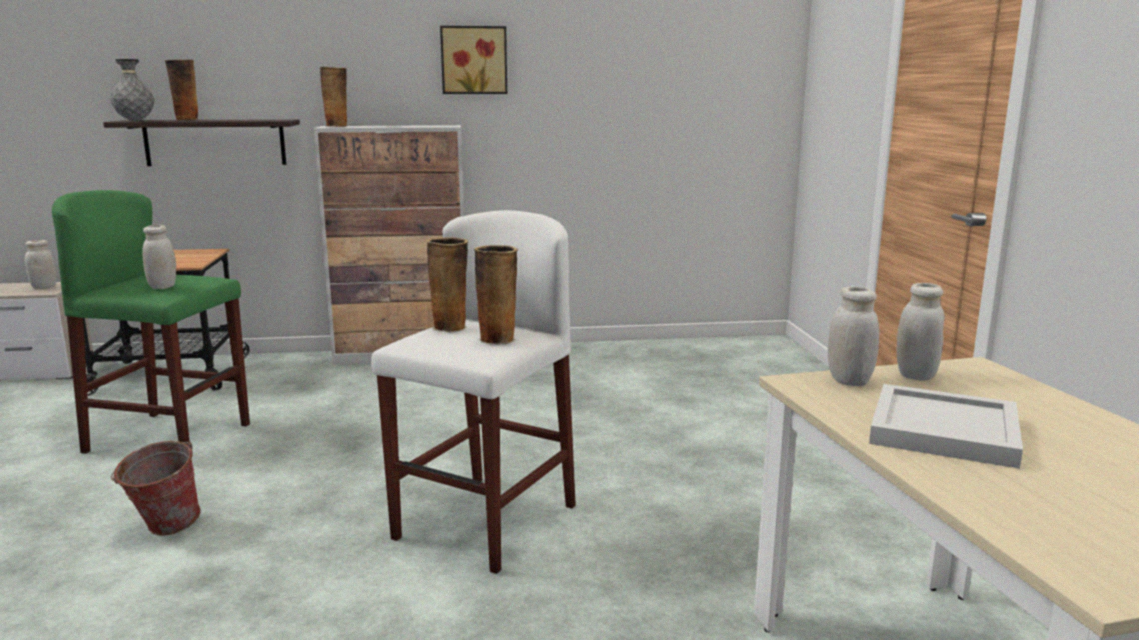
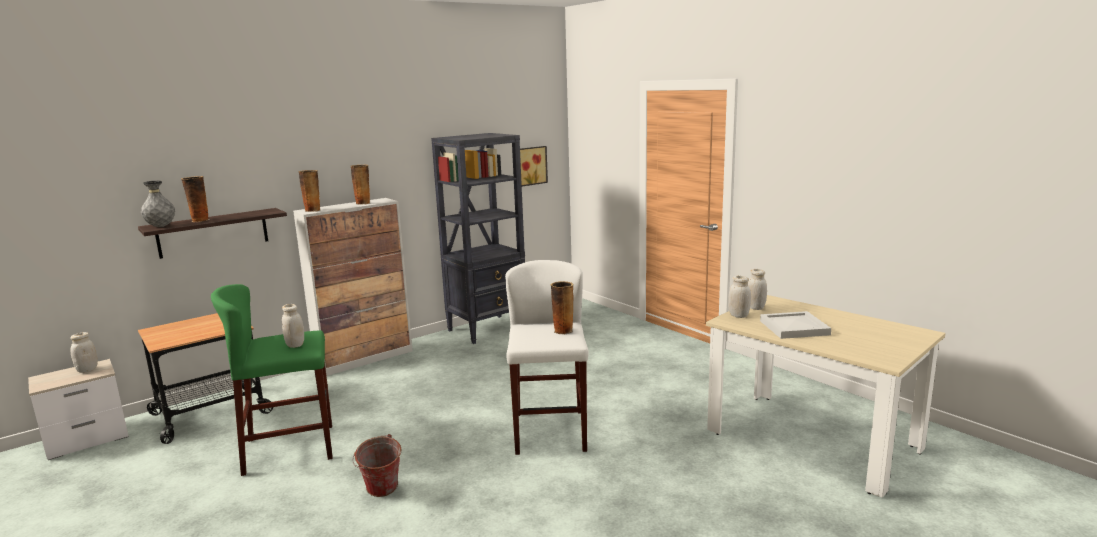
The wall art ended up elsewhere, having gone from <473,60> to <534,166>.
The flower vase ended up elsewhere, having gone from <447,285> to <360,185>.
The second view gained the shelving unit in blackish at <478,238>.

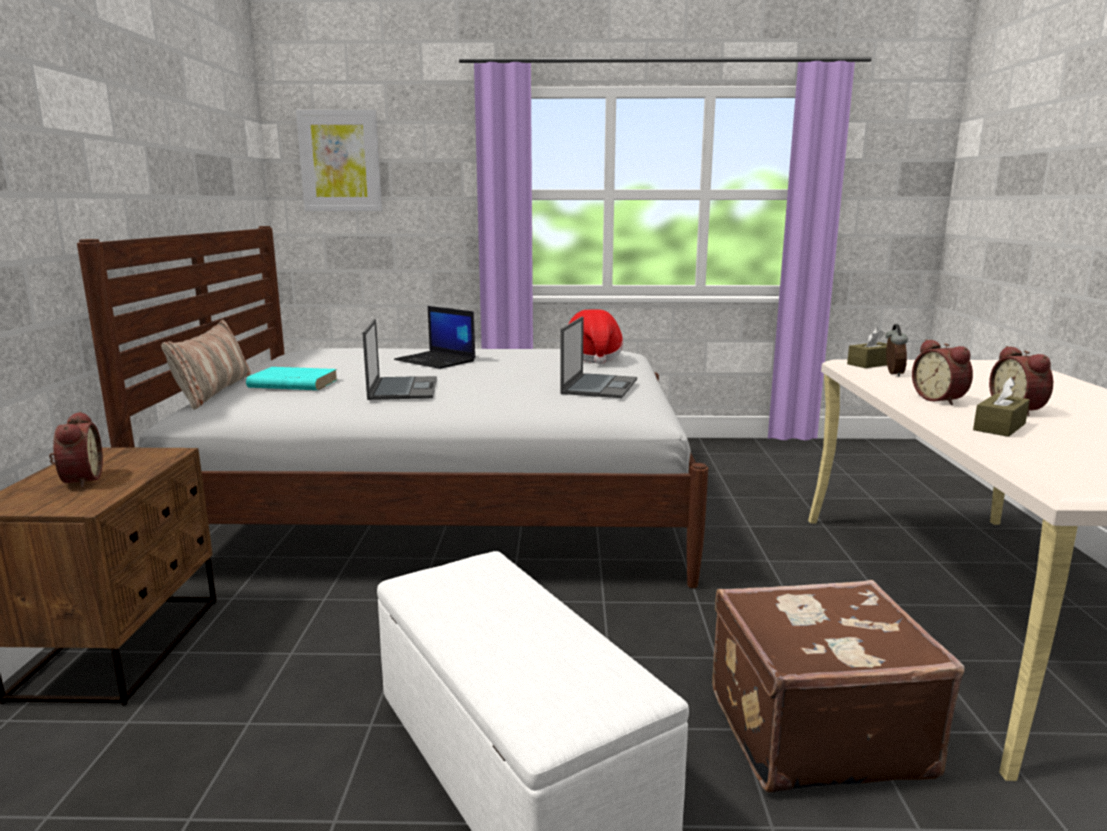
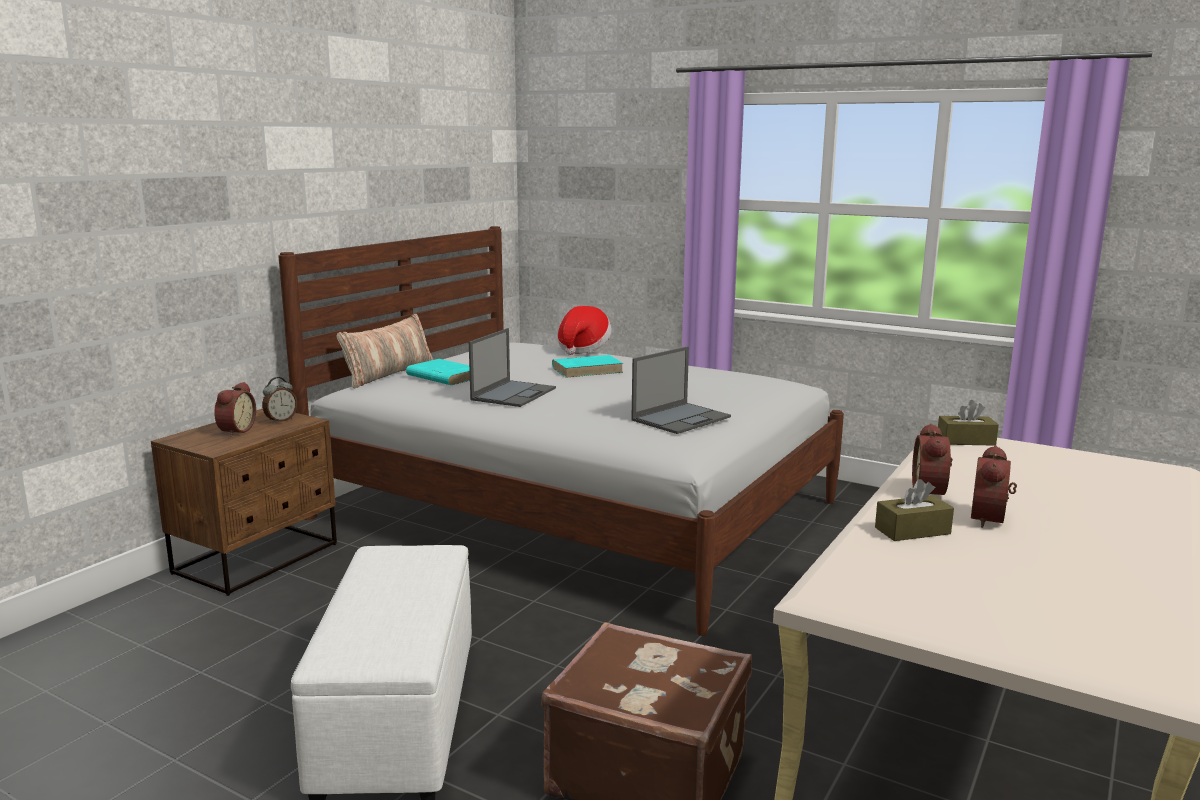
The second view lost the wall art at <339,160>.
Where the portable computer stood at <435,337>, the book in blue-green came to stand at <587,366>.
The hat ended up elsewhere, having gone from <595,336> to <584,330>.
The alarm clock ended up elsewhere, having gone from <897,350> to <279,400>.

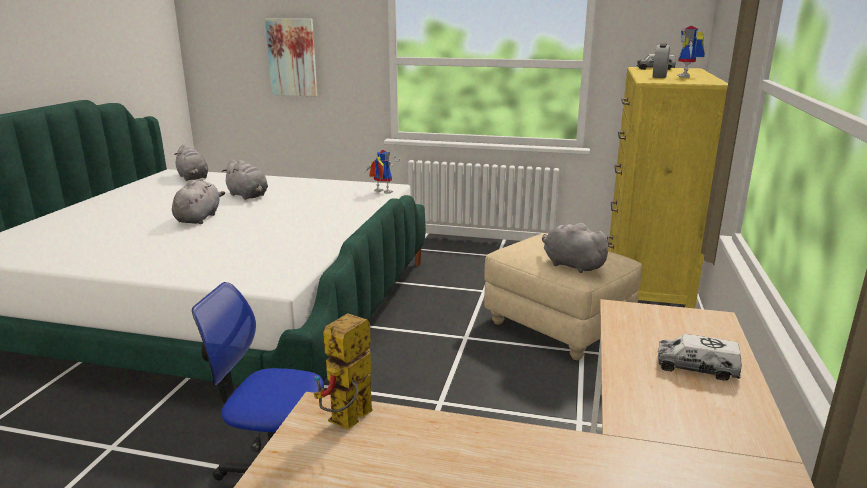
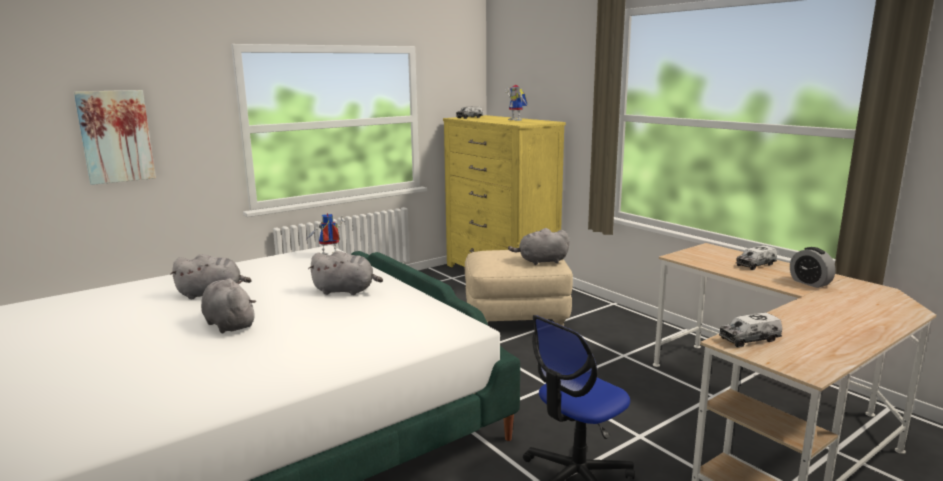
The alarm clock ended up elsewhere, having gone from <661,60> to <813,267>.
The plush toy in gray ended up elsewhere, having gone from <191,162> to <345,273>.
Where the robot figure stood at <343,371>, the toy lorry came to stand at <750,330>.

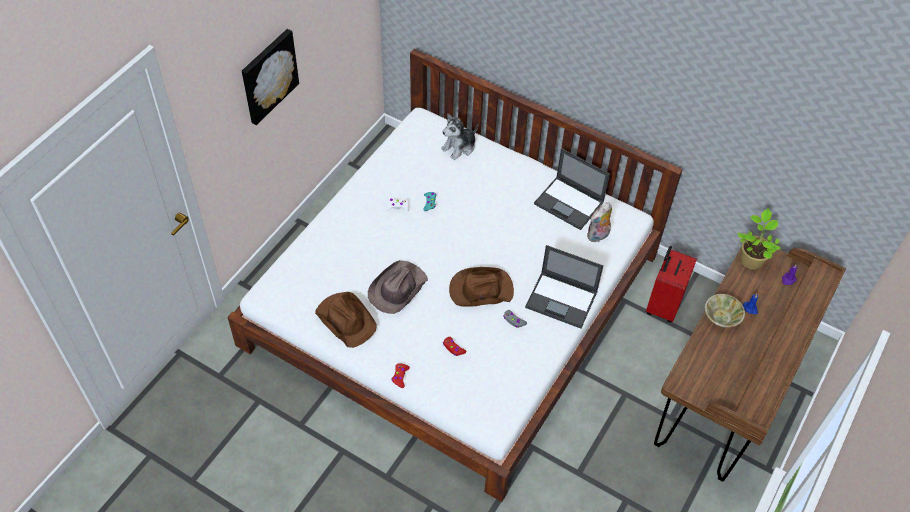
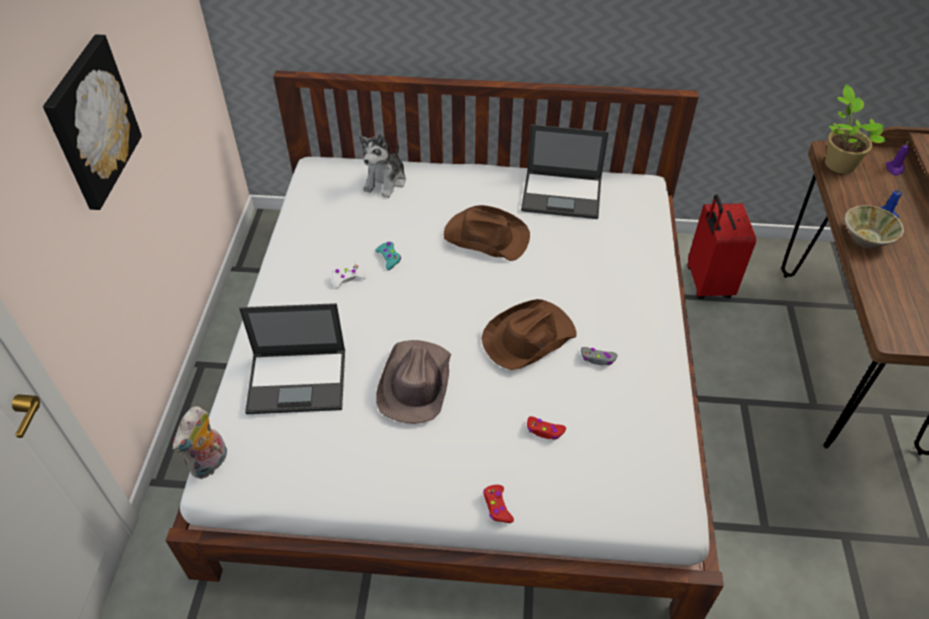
The plush toy ended up elsewhere, having gone from <599,222> to <200,442>.
The portable computer ended up elsewhere, having gone from <564,287> to <292,358>.
The hat in brown ended up elsewhere, having gone from <346,320> to <487,233>.

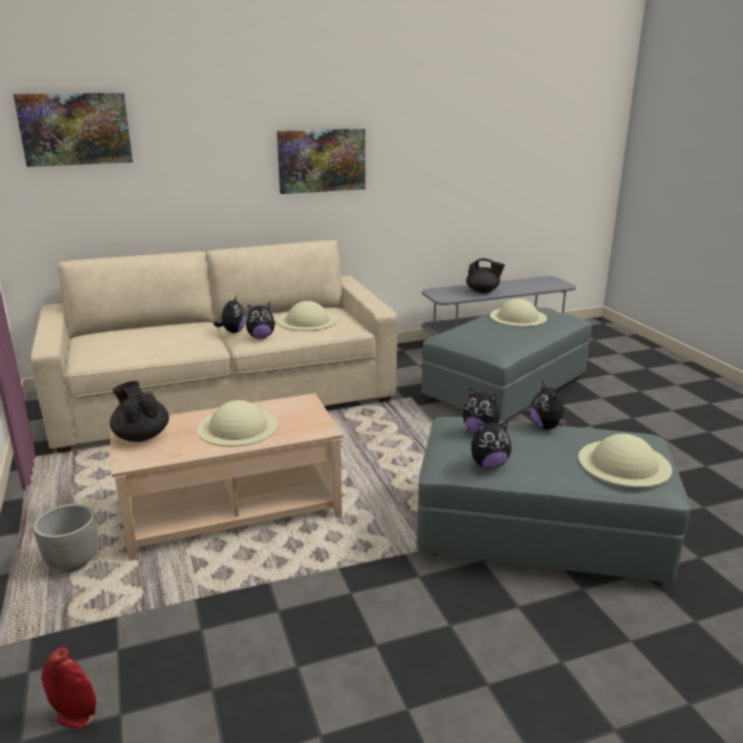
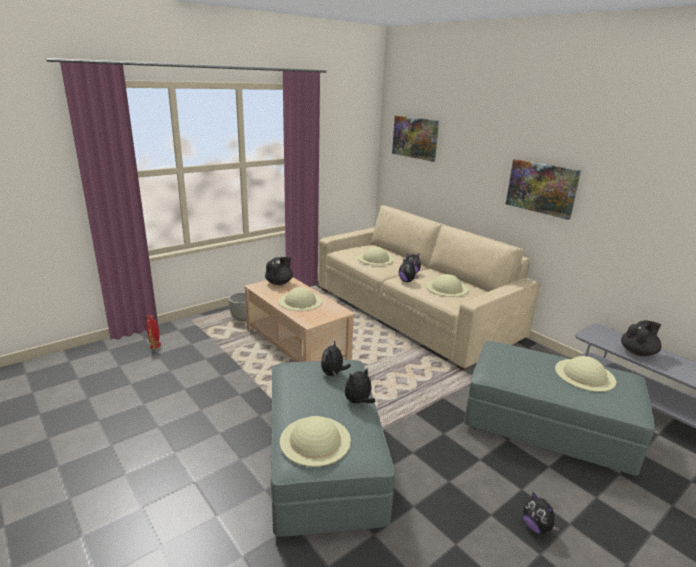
The tea pot in blackish at <485,275> ended up facing another way, 120 degrees counterclockwise from before.
The plush toy ended up elsewhere, having gone from <491,444> to <541,513>.
The second view gained the hat in sand-coloured at <376,256>.

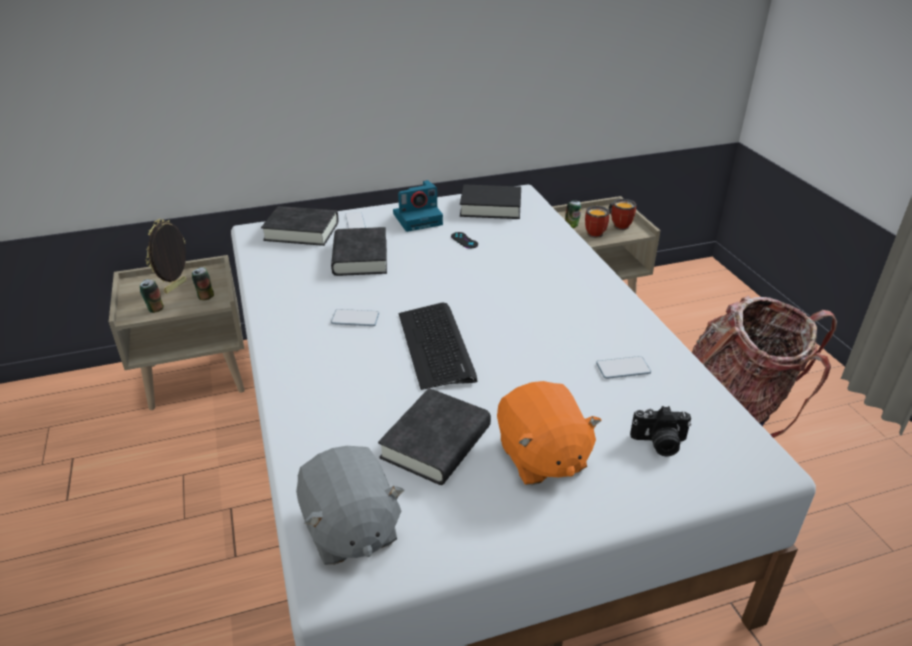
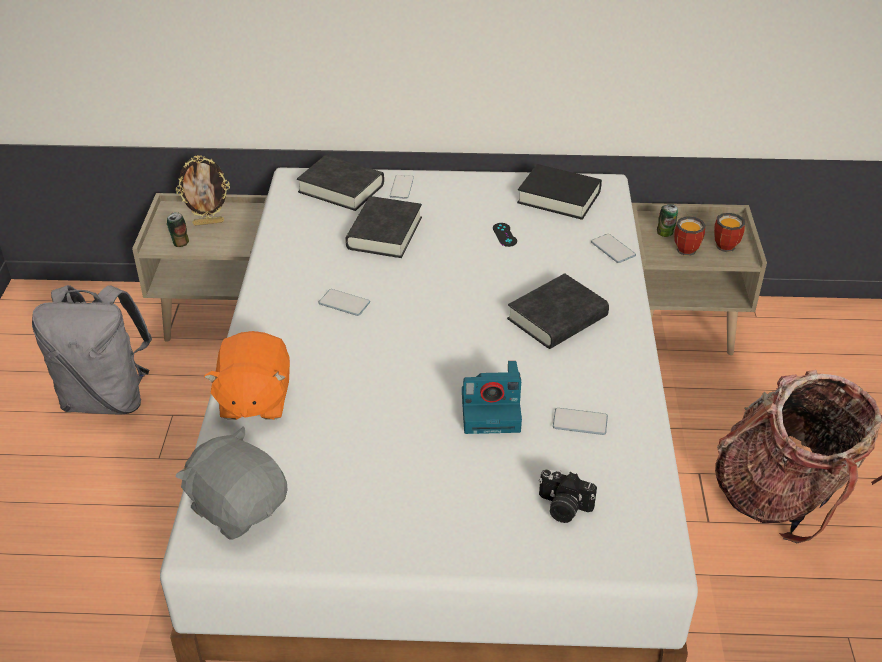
The still camera ended up elsewhere, having gone from <418,206> to <492,397>.
The standing frame at <166,256> ended up facing another way, 150 degrees counterclockwise from before.
The second view lost the metal can at <203,283>.
The second view lost the PC keyboard at <438,346>.
The plush toy in orange ended up elsewhere, having gone from <549,433> to <247,375>.
The book in blackish ended up elsewhere, having gone from <434,436> to <558,311>.
The plush toy in gray at <350,505> ended up facing another way, 135 degrees clockwise from before.
The second view gained the phone at <613,248>.
The second view gained the backpack in gray at <92,350>.

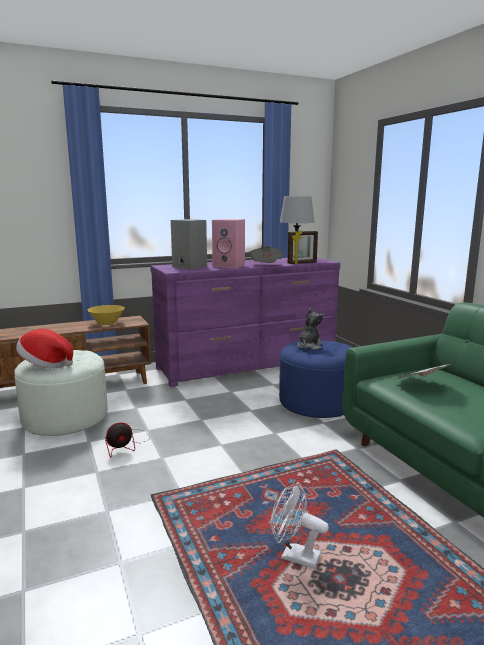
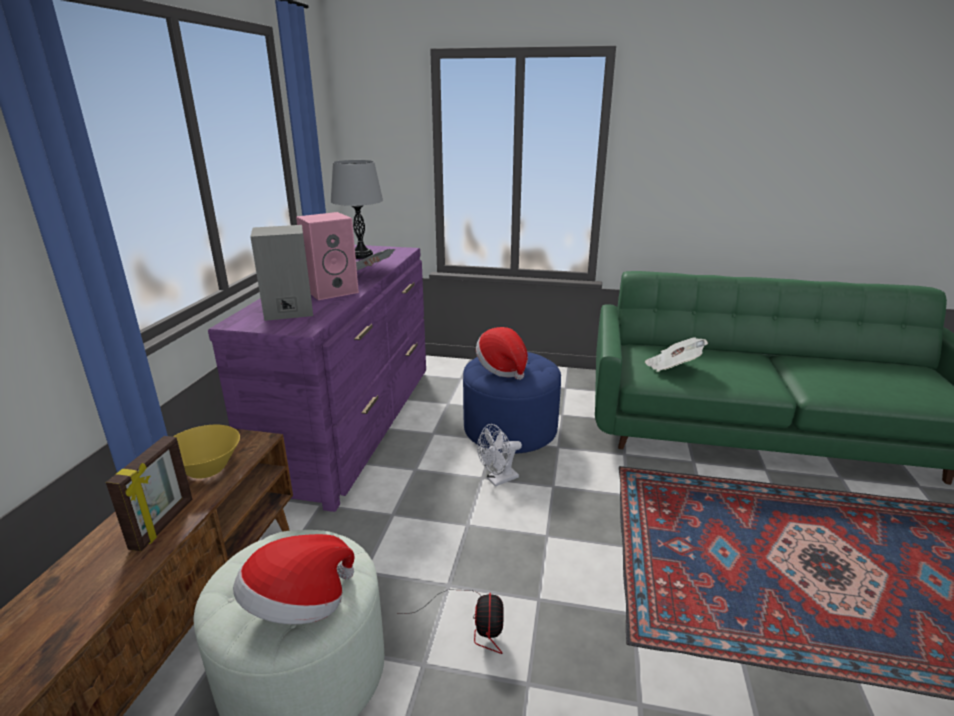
The standing frame ended up elsewhere, having gone from <303,247> to <149,493>.
Where the plush toy stood at <310,328>, the hat came to stand at <502,353>.
The cooling fan in whitish ended up elsewhere, having gone from <300,525> to <499,455>.

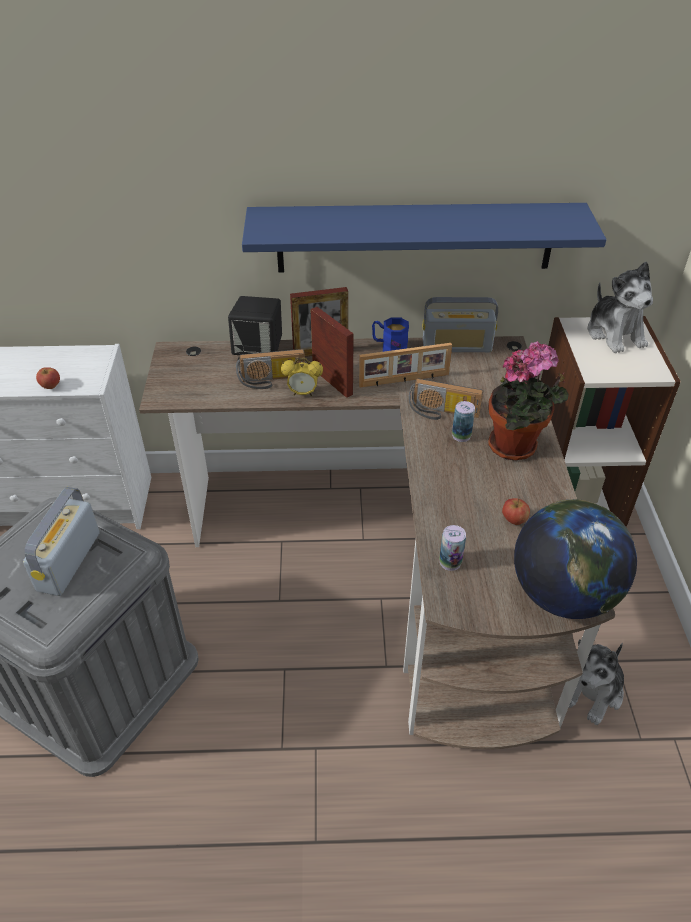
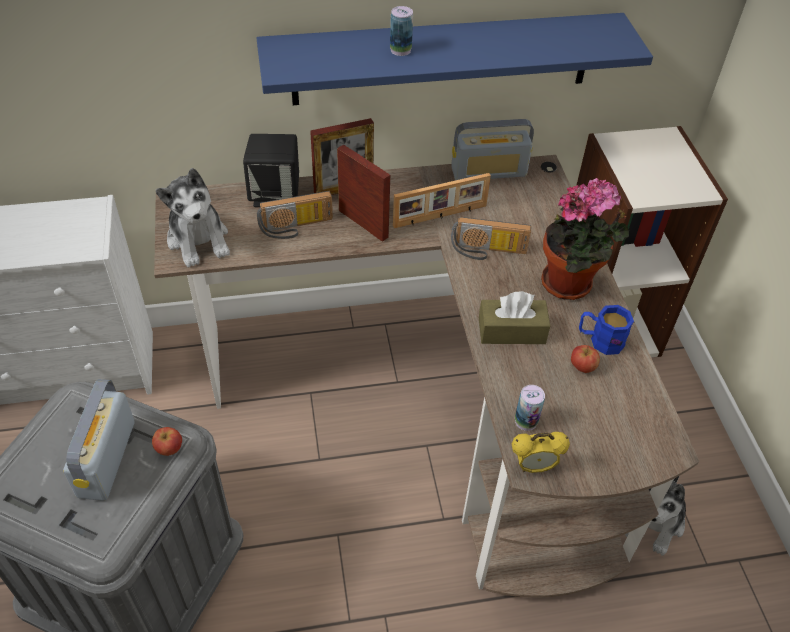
The plush toy ended up elsewhere, having gone from <620,307> to <193,218>.
The coffee mug in blue-coloured ended up elsewhere, having gone from <390,334> to <606,330>.
The alarm clock ended up elsewhere, having gone from <302,377> to <541,452>.
The whole apple ended up elsewhere, having gone from <48,378> to <167,441>.
The metal can ended up elsewhere, having gone from <463,421> to <401,31>.
The second view lost the desk globe at <575,559>.
The second view gained the tissue holder in brown at <514,317>.

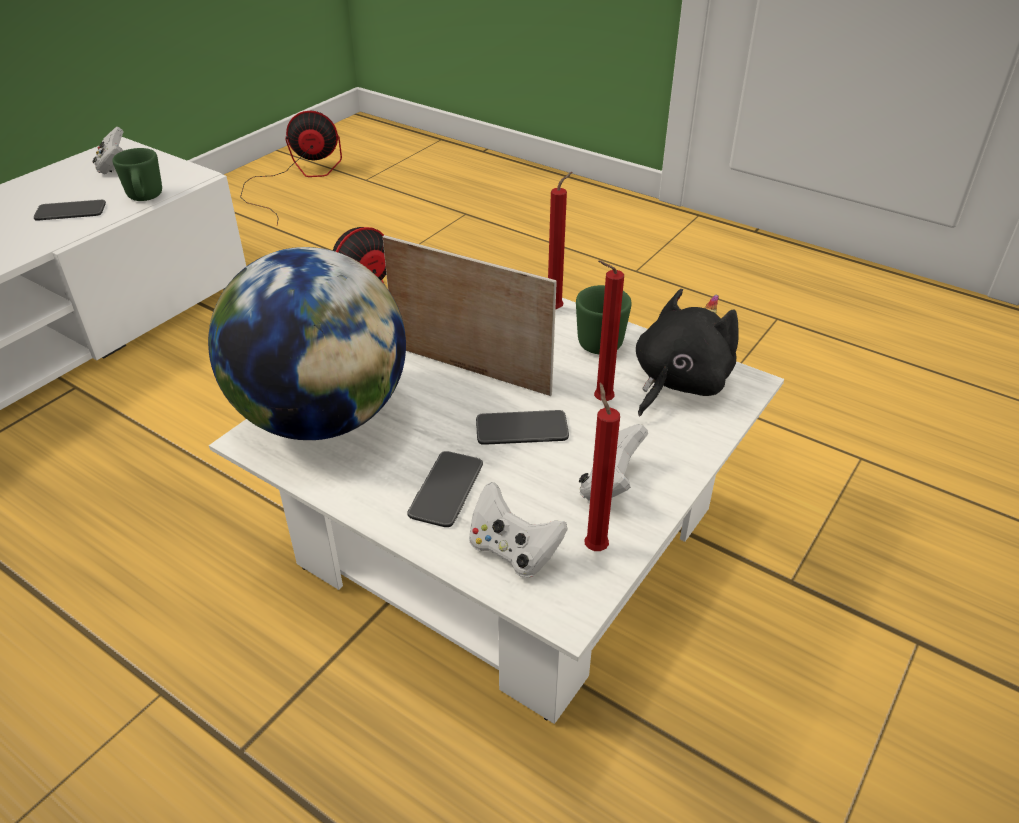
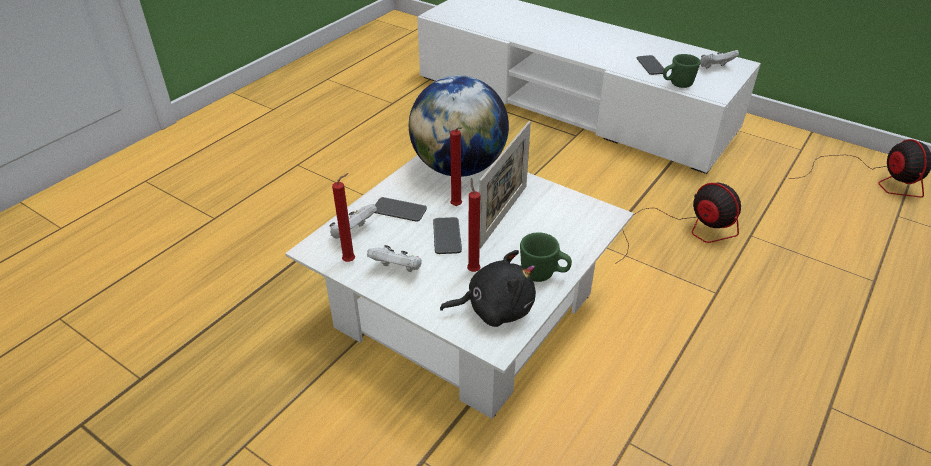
The wax candle in reddish ended up elsewhere, having gone from <560,241> to <456,166>.
The plush toy in blackish at <687,352> ended up facing another way, 45 degrees counterclockwise from before.

